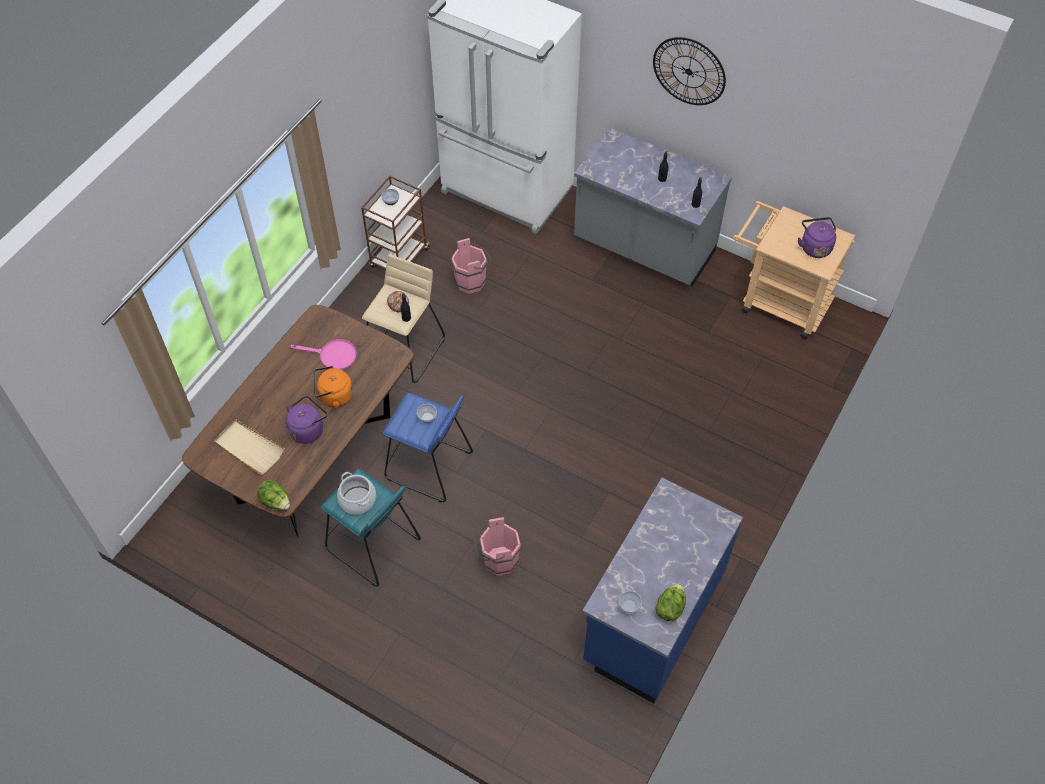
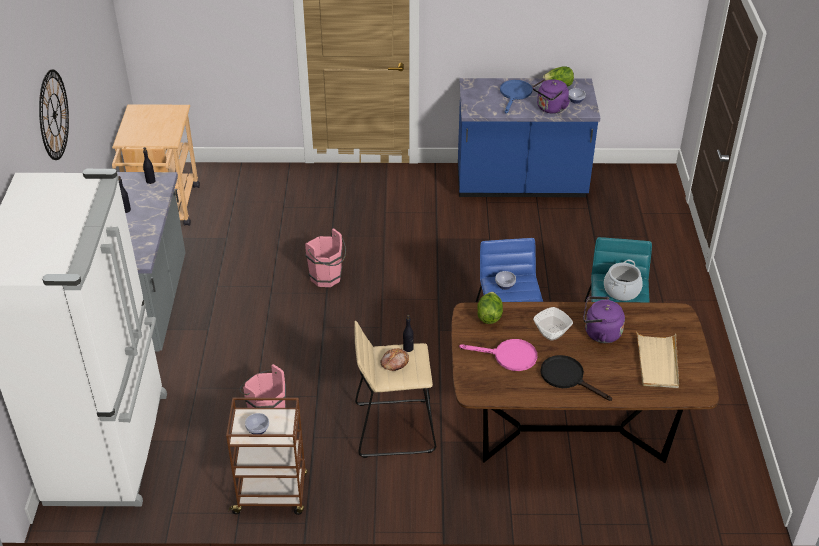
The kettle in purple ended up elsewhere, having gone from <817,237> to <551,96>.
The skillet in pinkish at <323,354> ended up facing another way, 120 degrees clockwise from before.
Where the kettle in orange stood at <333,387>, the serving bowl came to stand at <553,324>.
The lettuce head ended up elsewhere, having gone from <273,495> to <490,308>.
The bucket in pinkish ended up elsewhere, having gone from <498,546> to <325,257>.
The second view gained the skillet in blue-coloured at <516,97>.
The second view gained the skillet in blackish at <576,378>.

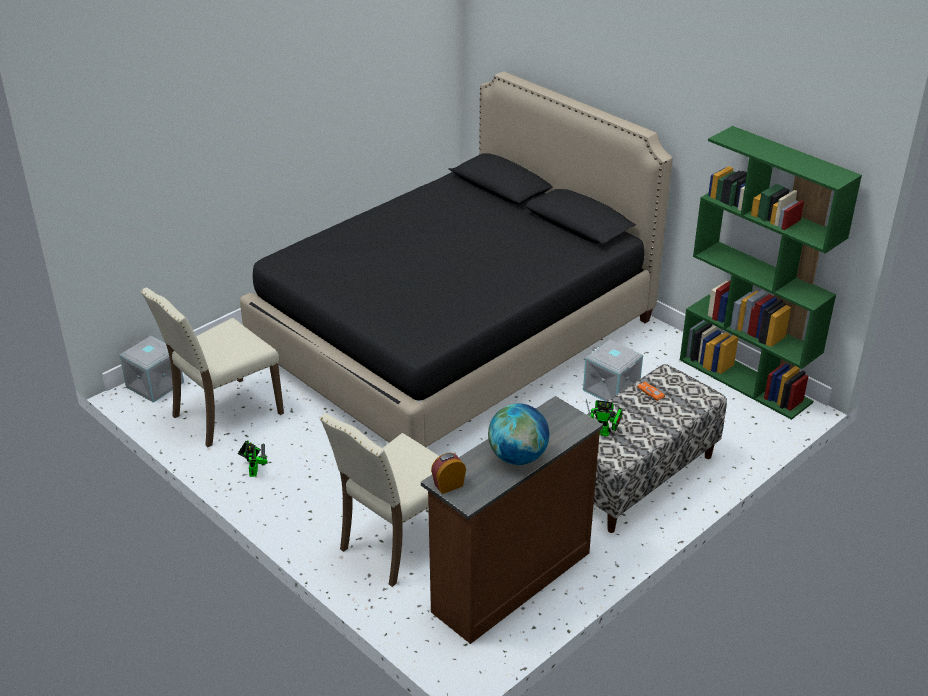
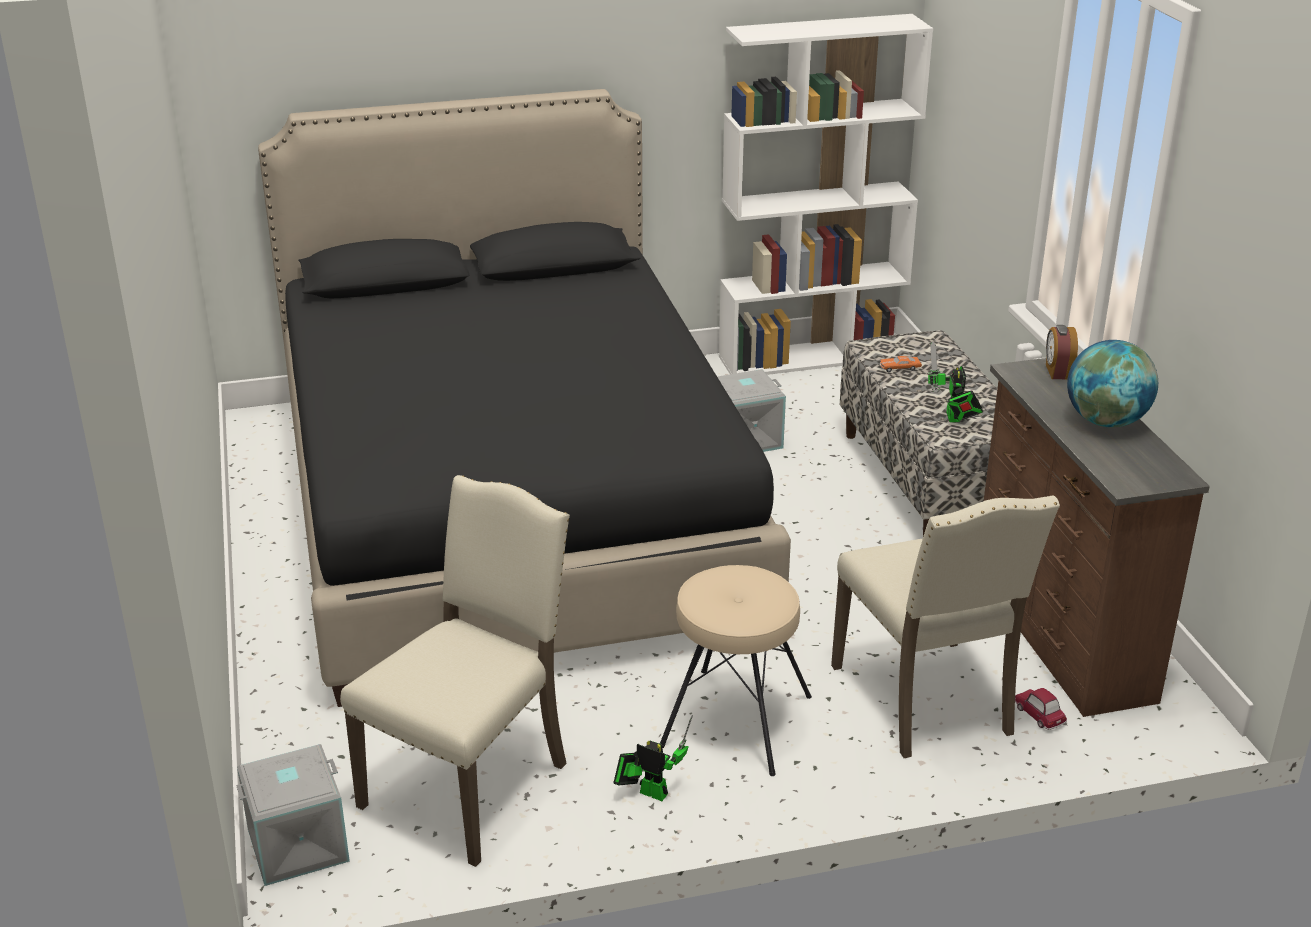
What was the shelving unit in green-coloured at <771,273> turned into the shelving unit in whitish at <826,194>.
The plain chair in sand-coloured at <212,367> ended up facing another way, 135 degrees counterclockwise from before.
The robot figure at <604,418> ended up facing another way, 135 degrees clockwise from before.
The alarm clock ended up elsewhere, having gone from <448,473> to <1062,352>.
The second view gained the stool in sand-coloured at <735,670>.
The second view gained the toy car at <1041,709>.

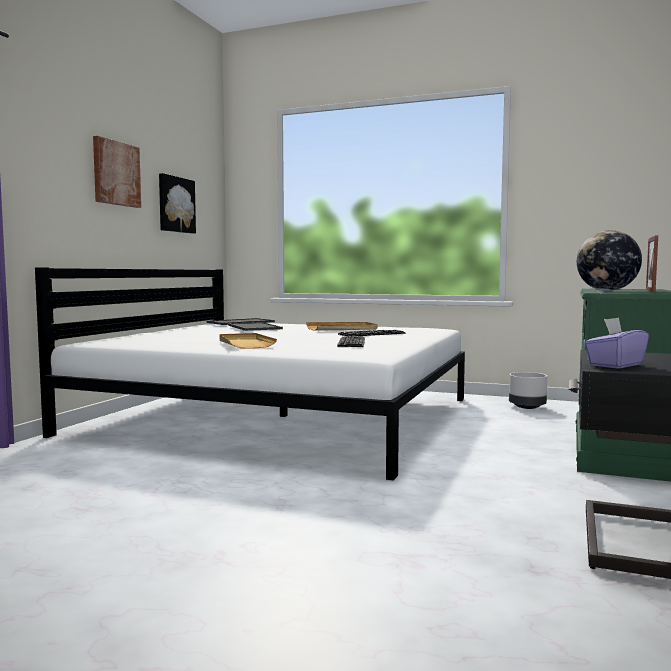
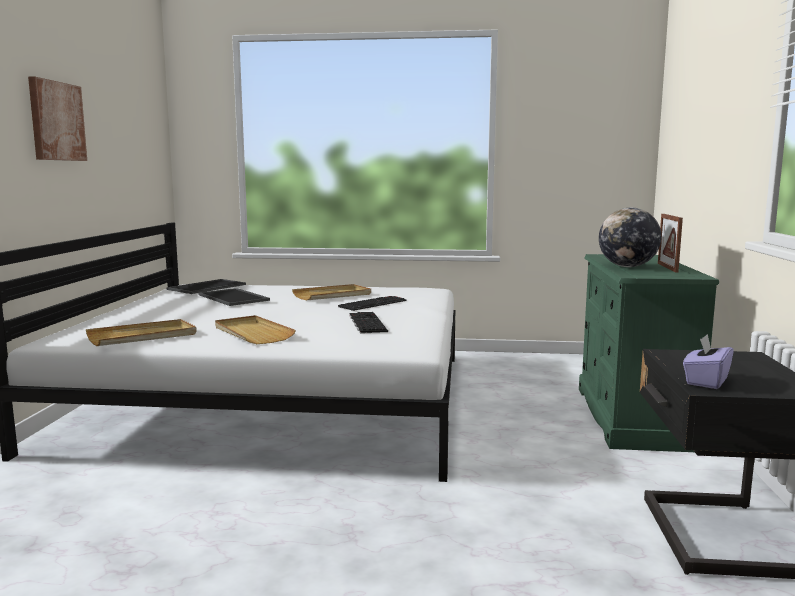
The second view lost the wall art at <177,203>.
The second view lost the planter in gray at <528,390>.
The second view gained the carrying tray in sand-coloured at <141,332>.

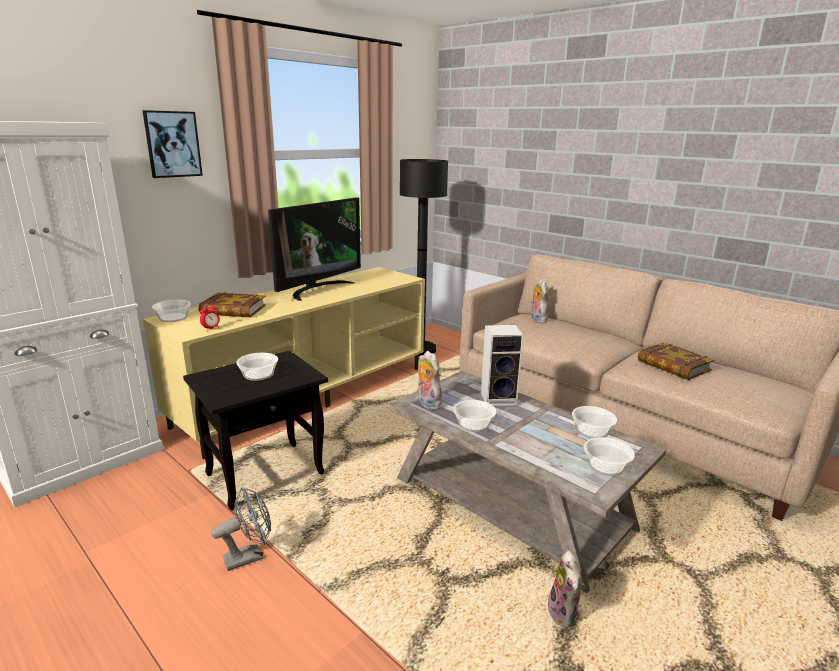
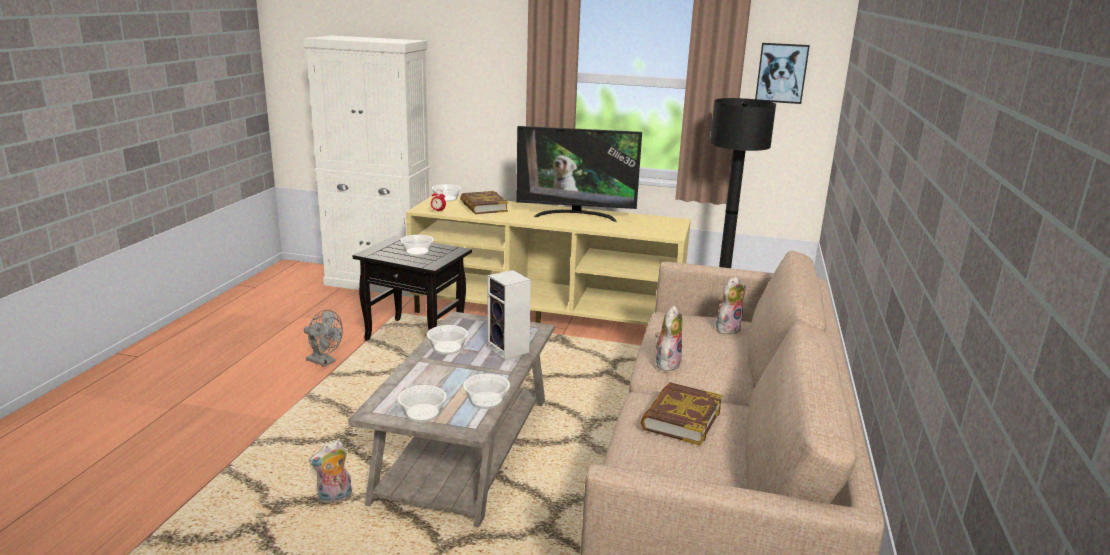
The wall art ended up elsewhere, having gone from <172,144> to <782,73>.
The plush toy ended up elsewhere, having gone from <429,380> to <668,338>.

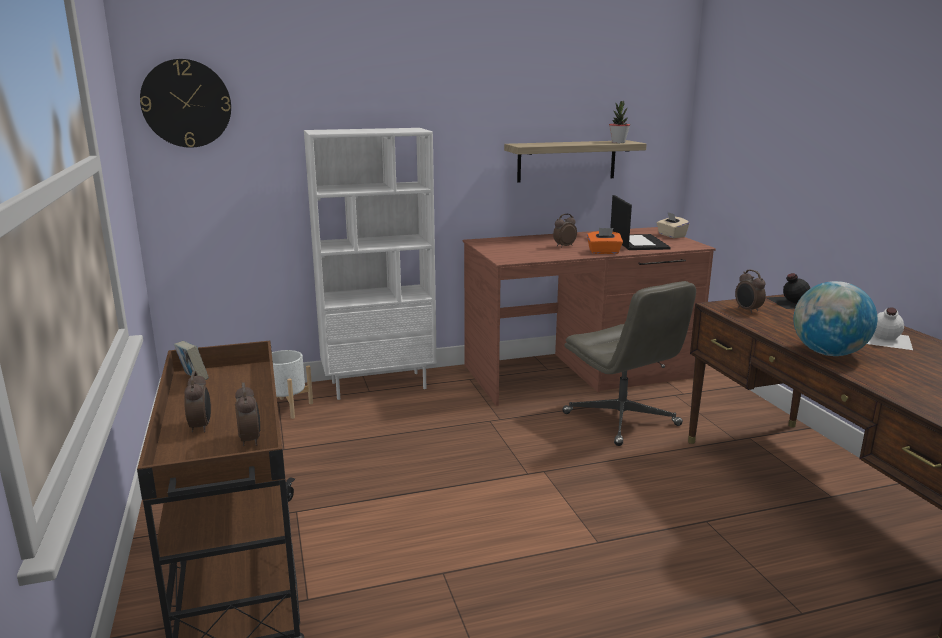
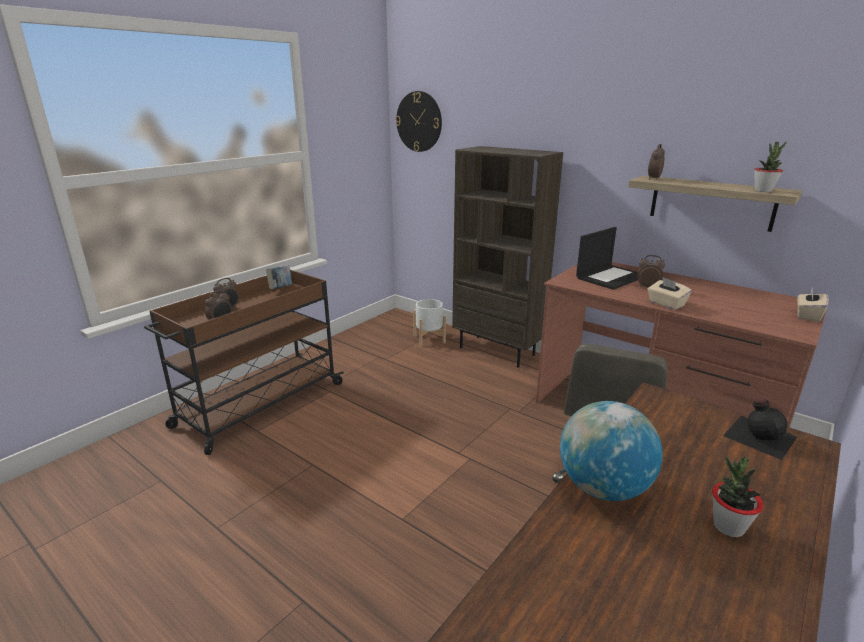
What was the shelving unit in whitish at <370,264> turned into the shelving unit in brown at <507,256>.
The portable computer ended up elsewhere, having gone from <640,222> to <607,258>.
What was the tissue holder in orange at <605,241> turned into the tissue holder in sand-coloured at <669,293>.
The alarm clock ended up elsewhere, having gone from <750,291> to <656,162>.
Where the beverage bottle in whitish stood at <890,328>, the plant in a pot came to stand at <737,496>.

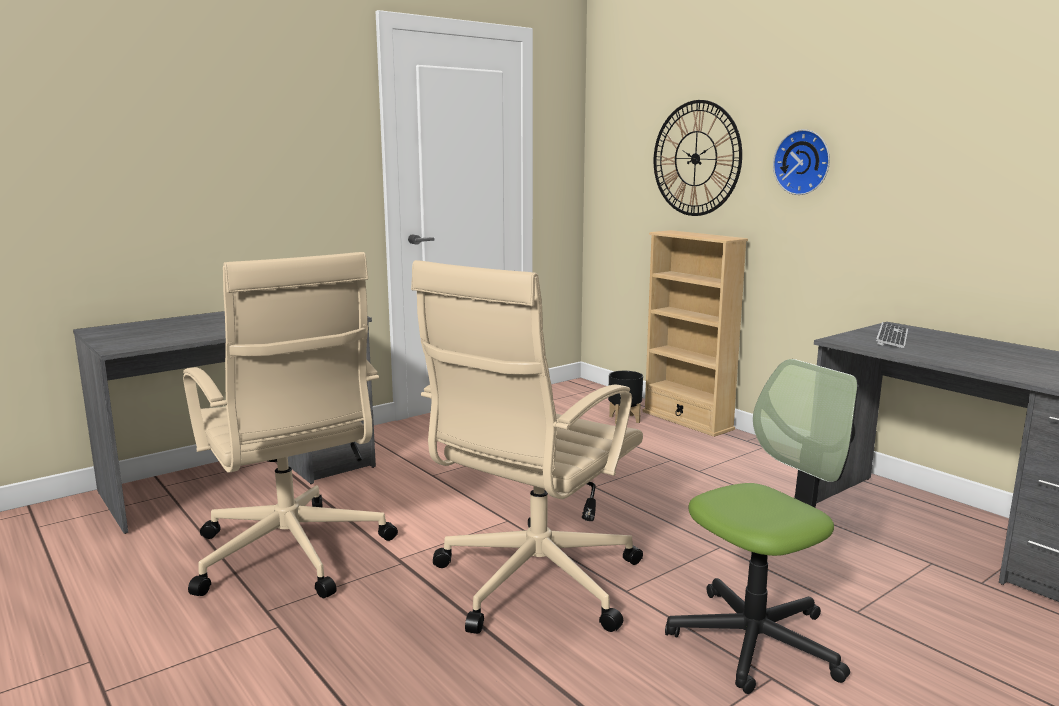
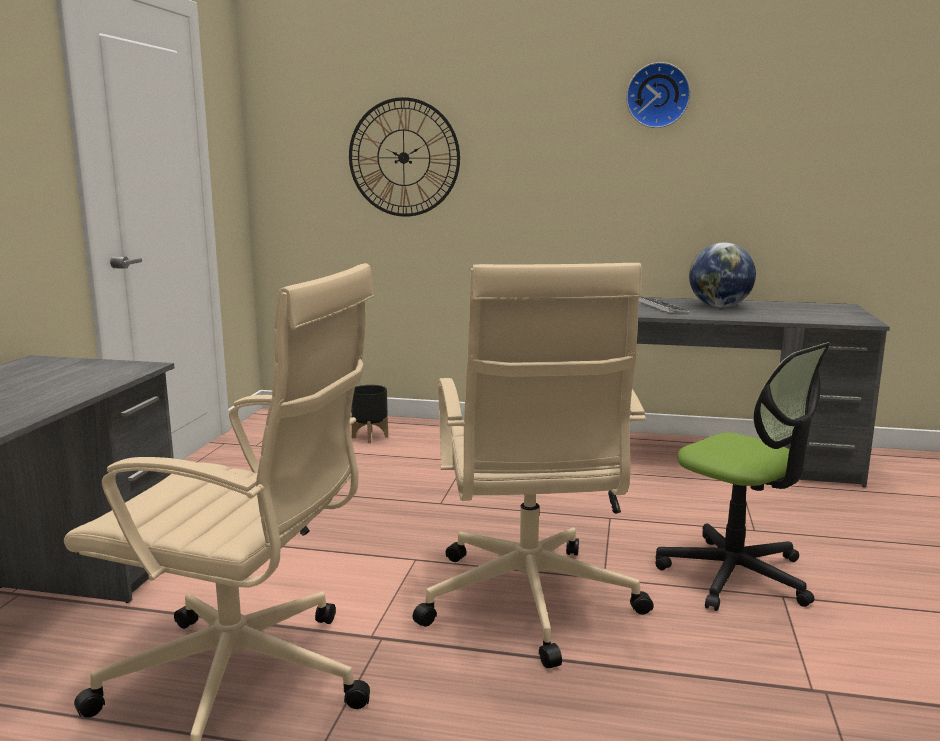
The hanging clock ended up elsewhere, having gone from <801,162> to <658,95>.
The second view lost the shelving unit in sand-coloured at <695,333>.
The computer chair at <761,526> ended up facing another way, 120 degrees clockwise from before.
The second view gained the desk globe at <722,275>.

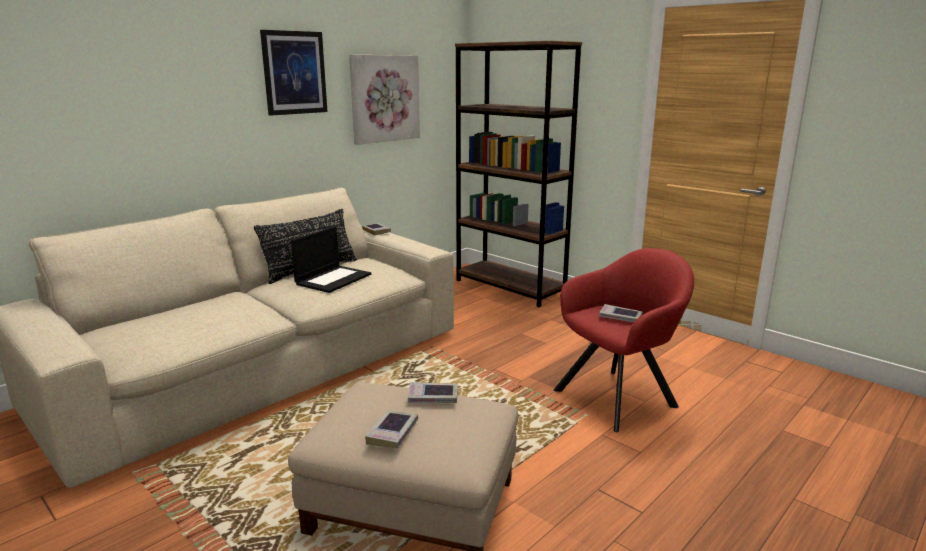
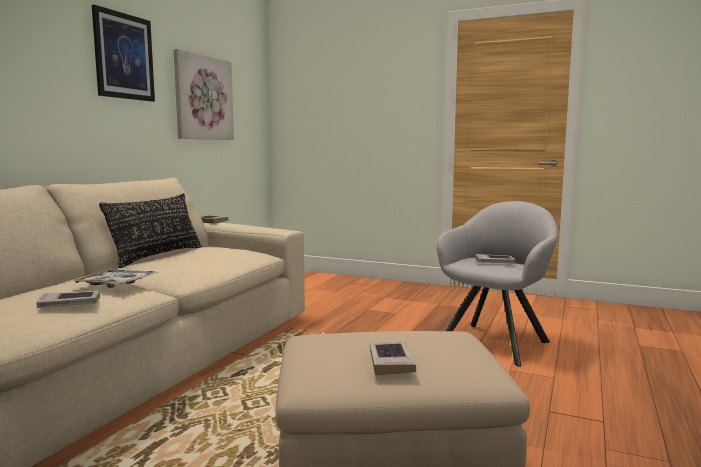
The second view lost the shelving unit in brown at <518,174>.
The second view lost the portable computer at <331,259>.
What was the armchair in reddish at <624,340> turned into the armchair in gray at <497,284>.
The book ended up elsewhere, having gone from <433,392> to <68,299>.
The second view gained the carrying tray at <114,278>.

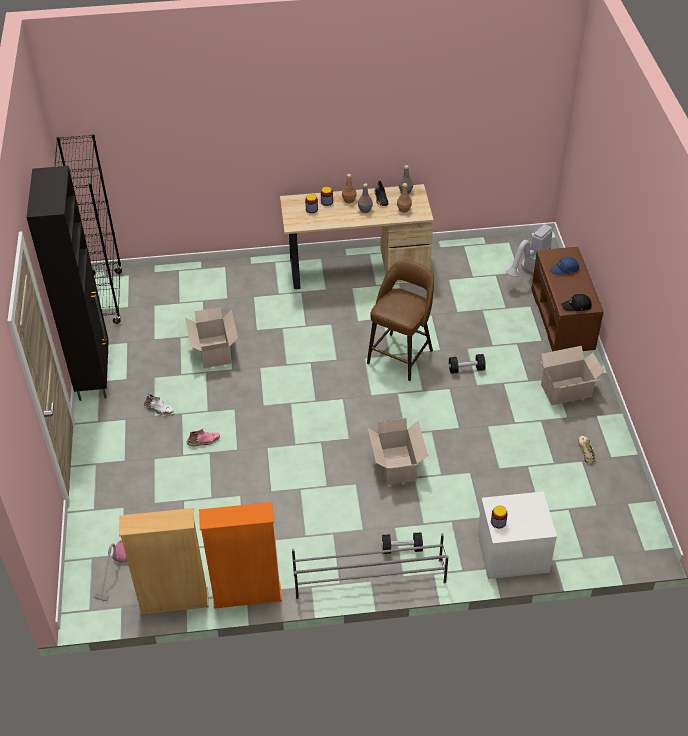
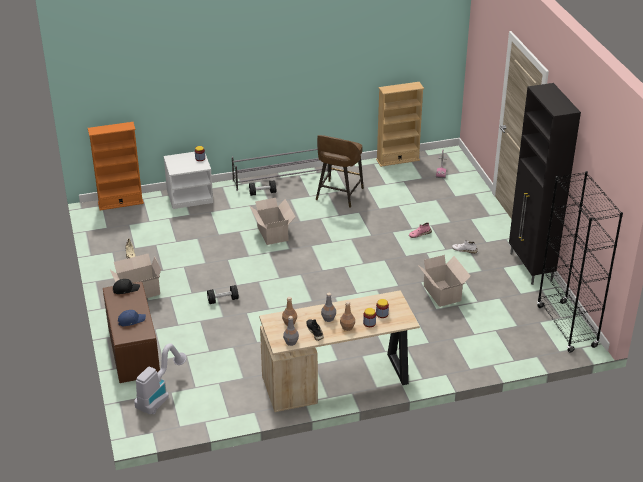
The stool in brown ended up elsewhere, having gone from <400,321> to <340,171>.
The shelving unit in orange ended up elsewhere, having gone from <240,555> to <116,166>.

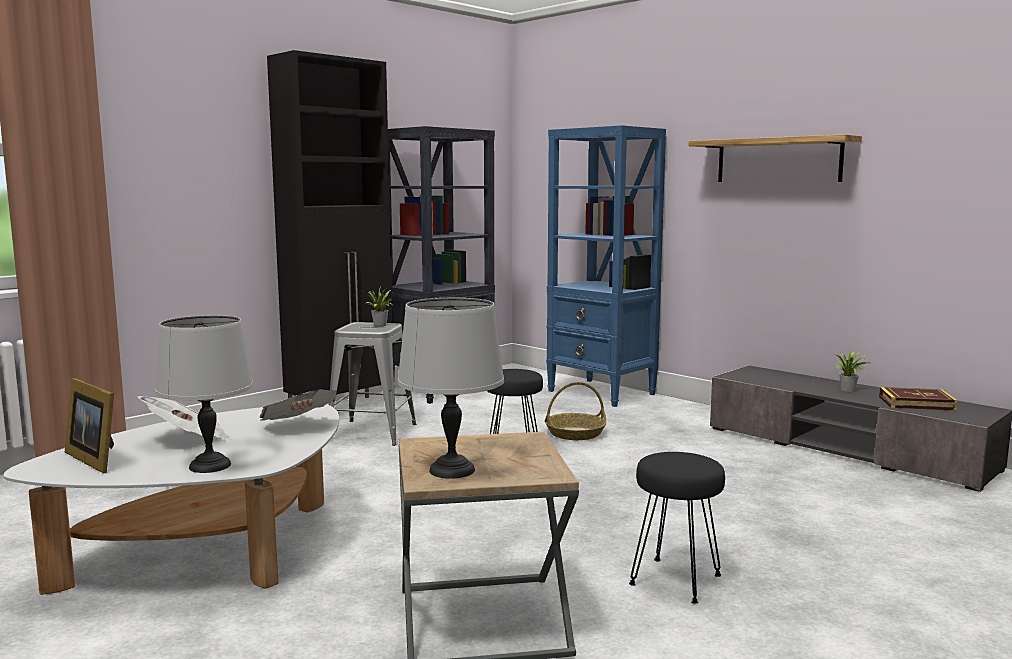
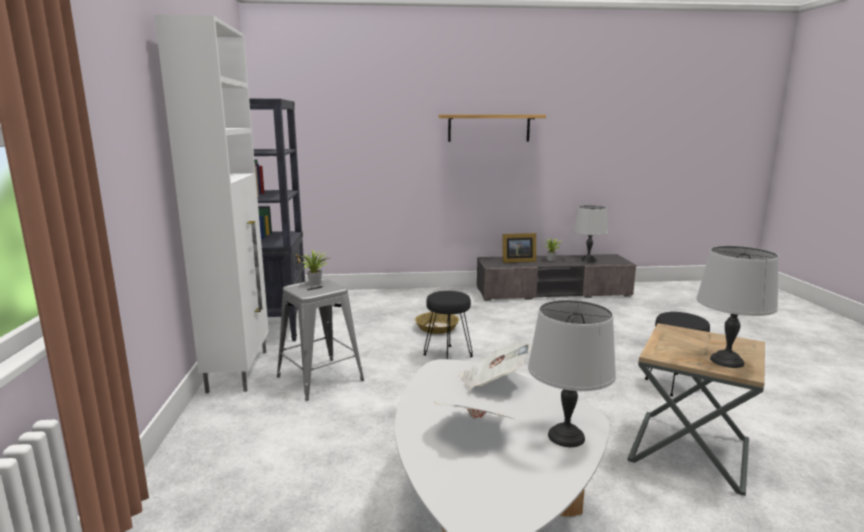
What was the storage cabinet in blackish at <330,224> turned into the storage cabinet in whitish at <211,203>.
The second view lost the shelving unit in blue-coloured at <606,266>.
The standing frame ended up elsewhere, having gone from <89,425> to <519,248>.
Where the book stood at <918,399>, the table lamp in gray came to stand at <591,233>.

